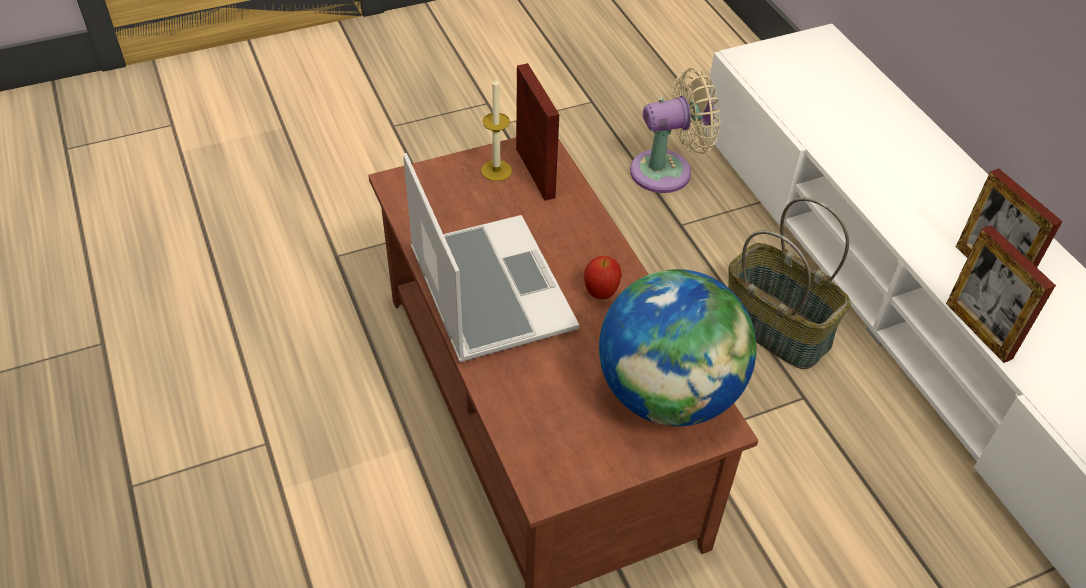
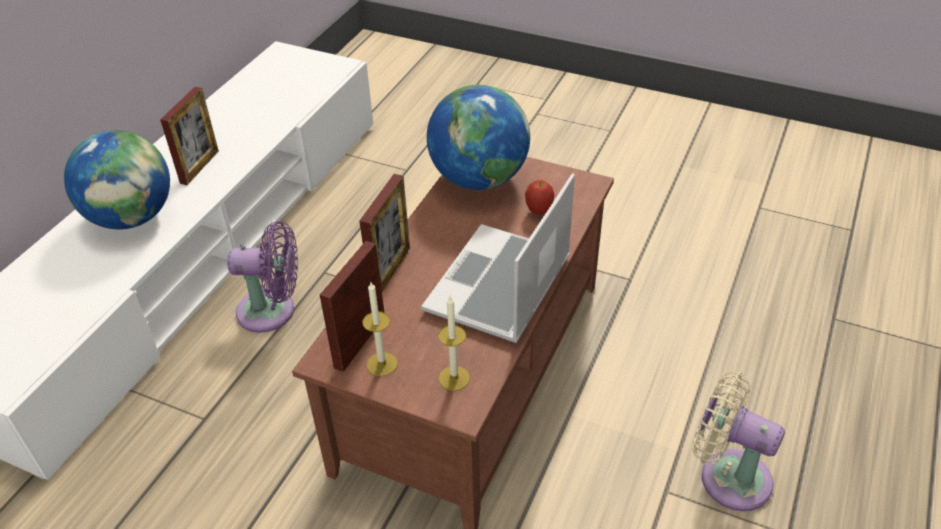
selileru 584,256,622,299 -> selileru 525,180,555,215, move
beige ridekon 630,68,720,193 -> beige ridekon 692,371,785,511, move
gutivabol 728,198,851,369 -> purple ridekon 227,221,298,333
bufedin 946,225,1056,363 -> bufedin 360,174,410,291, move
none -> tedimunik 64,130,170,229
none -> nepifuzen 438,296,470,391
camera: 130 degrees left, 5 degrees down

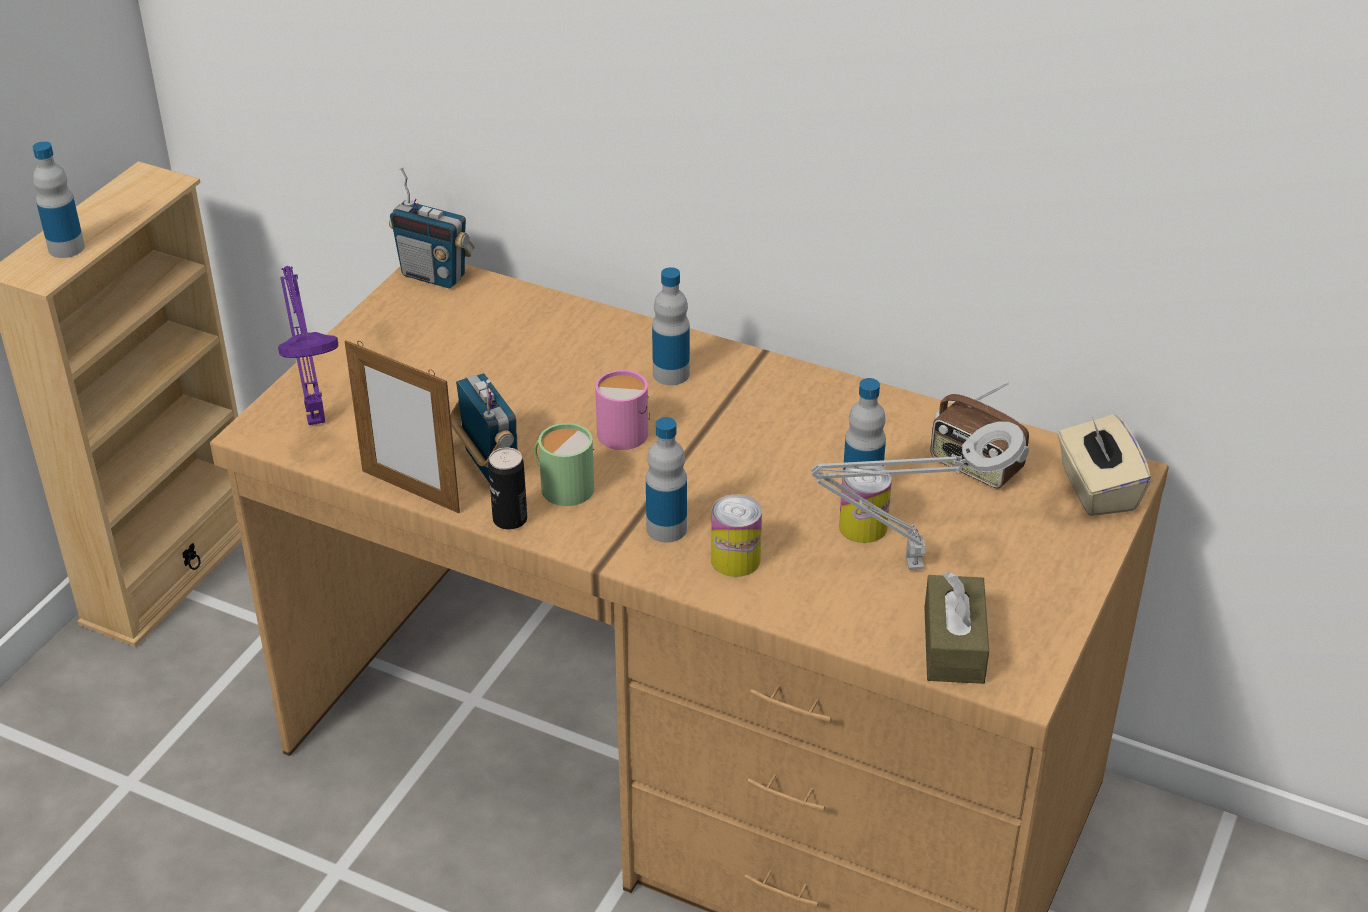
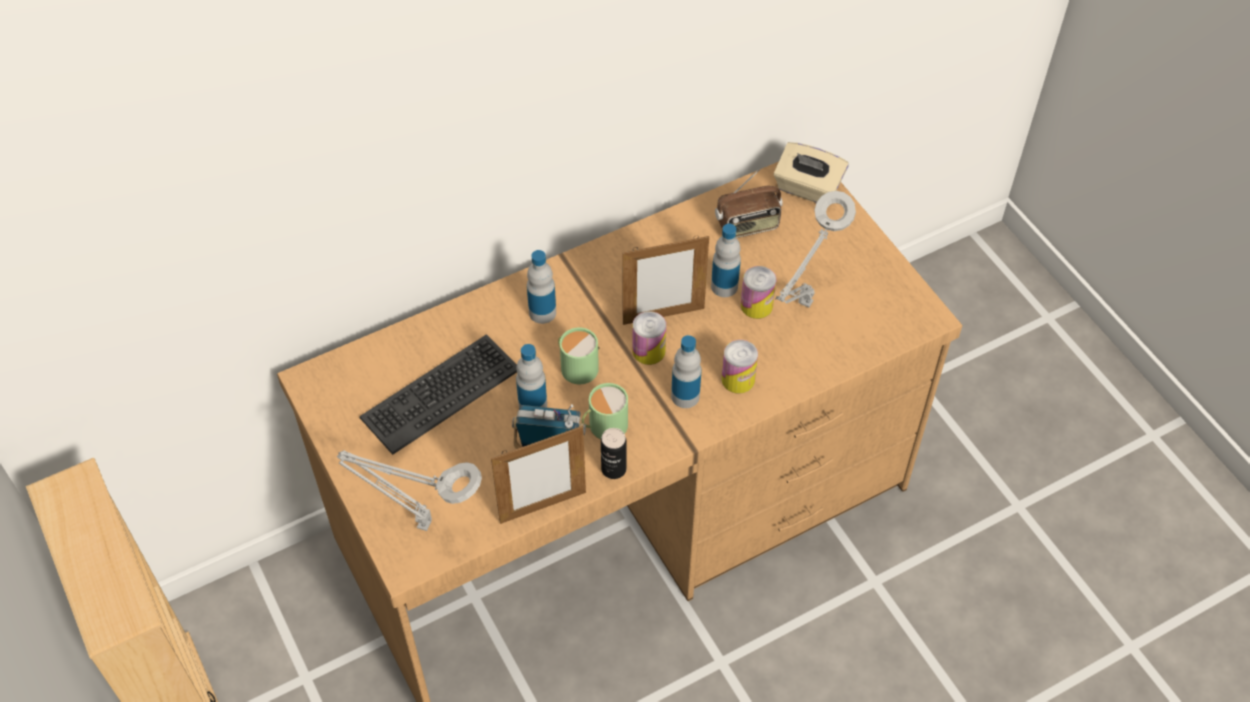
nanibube 33,141,85,258 -> nanibube 516,344,547,408, move
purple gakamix 278,266,339,425 -> grey gakamix 337,450,482,531
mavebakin 389,167,475,288 -> none
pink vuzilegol 595,370,650,450 -> green vuzilegol 558,327,600,385
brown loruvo 924,572,989,684 -> none
none -> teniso 359,334,517,455
none -> bufedin 622,235,709,325
none -> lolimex 632,311,666,365
camera: 55 degrees left, 15 degrees up

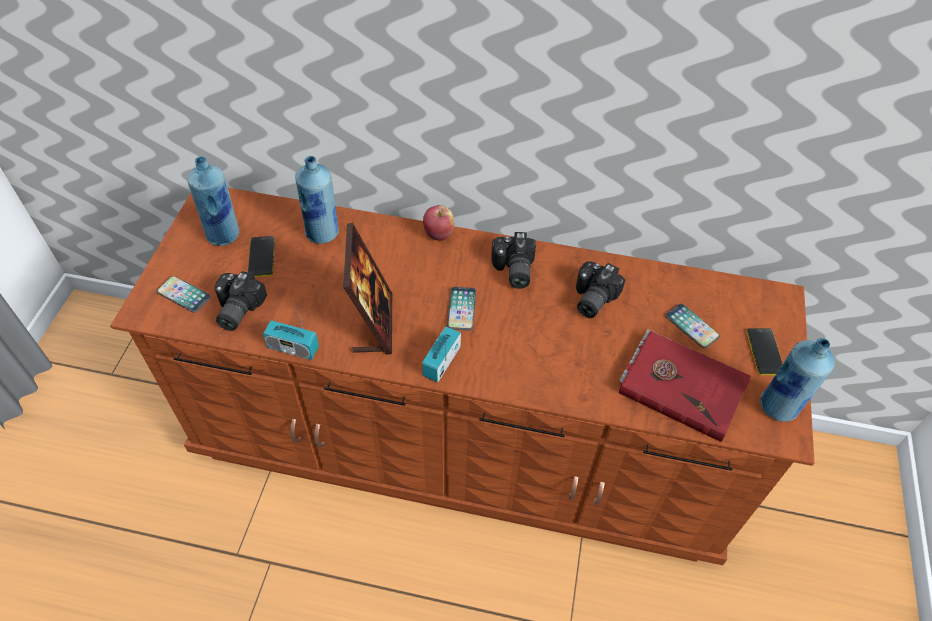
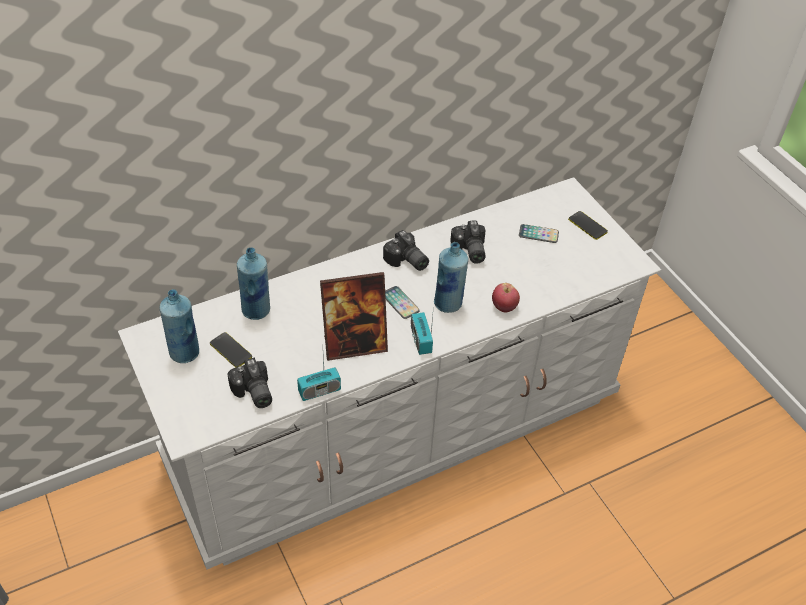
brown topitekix 110,188,815,565 -> white topitekix 118,178,661,570
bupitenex 157,276,211,313 -> none
bufedin 343,223,392,355 -> bufedin 320,272,388,361, 120 degrees clockwise
selileru 423,205,454,241 -> selileru 492,283,520,312, move
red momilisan 619,329,750,442 -> none
blue nanibube 760,338,835,422 -> blue nanibube 434,242,468,313, move
camera: 40 degrees left, 5 degrees down

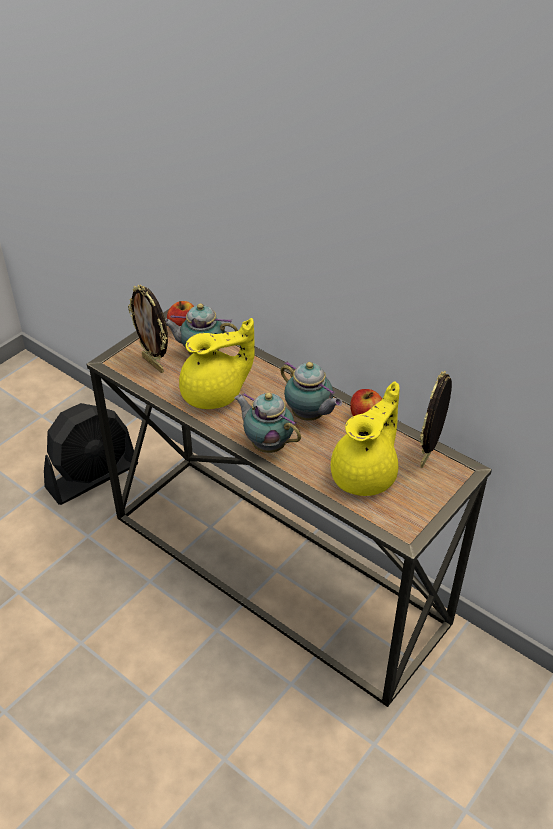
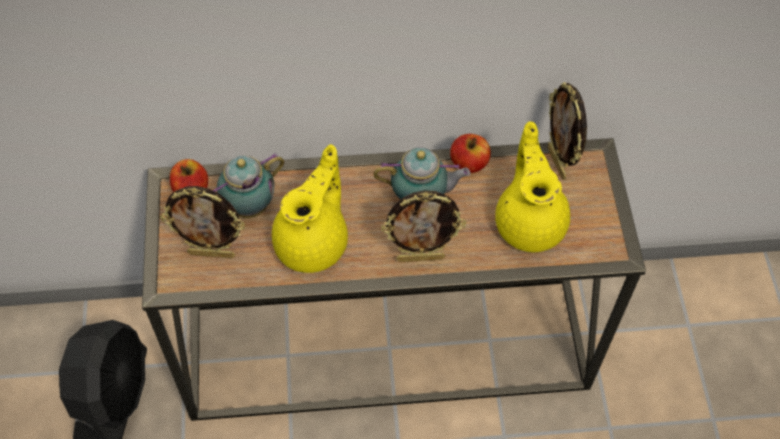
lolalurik 234,392,301,453 -> bufedin 381,190,466,262
camera: 45 degrees left, 15 degrees up

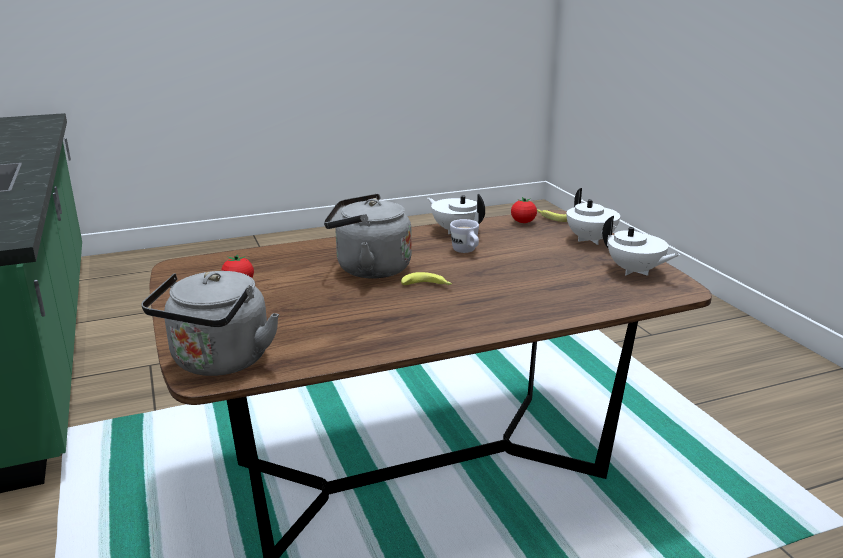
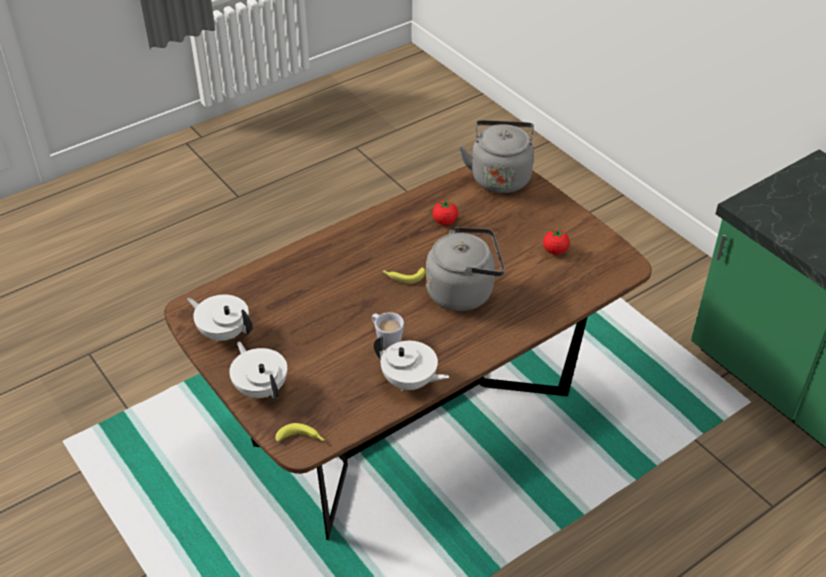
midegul 511,197,537,223 -> midegul 433,199,458,225, move
camera: 165 degrees right, 20 degrees up

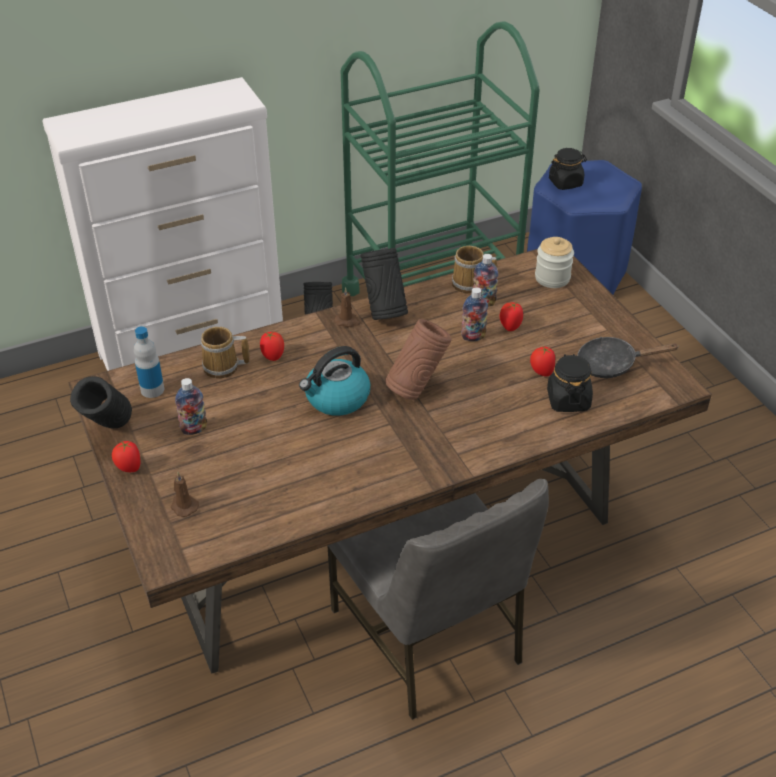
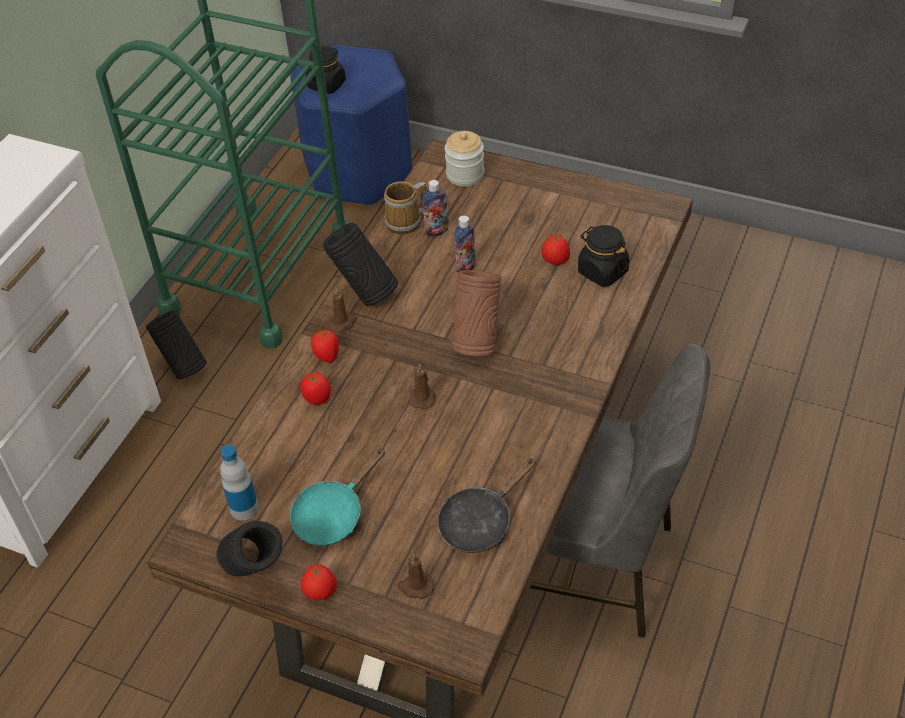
nanibube 175,378,207,435 -> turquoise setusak 290,448,385,546
vuzilegol 201,327,250,379 -> none
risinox 299,346,370,416 -> brown nepifuzen 408,364,436,409
midegul 500,302,523,331 -> midegul 311,330,339,363, move
black setusak 577,337,679,378 -> black setusak 437,458,536,553, move
camera: 40 degrees left, 5 degrees up

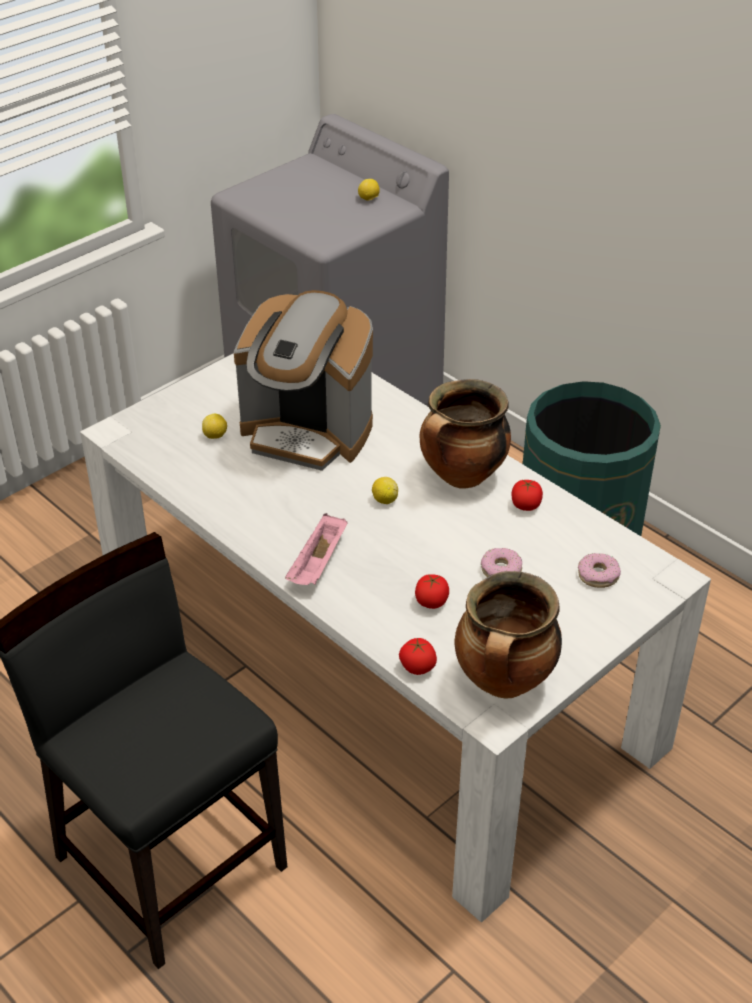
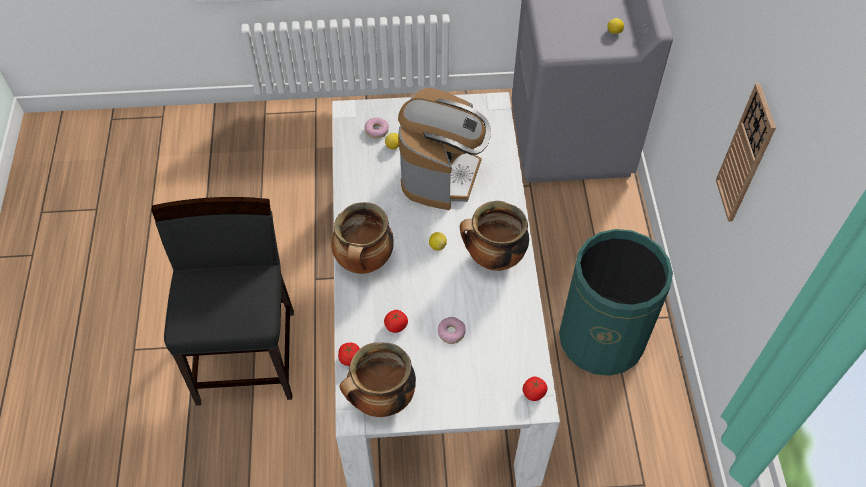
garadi 234,290,373,471 -> garadi 398,88,491,210, 135 degrees counterclockwise
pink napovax 285,513,348,585 -> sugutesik 331,202,394,274
midegul 512,480,543,511 -> midegul 523,377,548,401, move
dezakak 578,553,621,588 -> dezakak 365,117,389,139, move
none -> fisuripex 716,83,776,222
camera: 40 degrees right, 15 degrees up

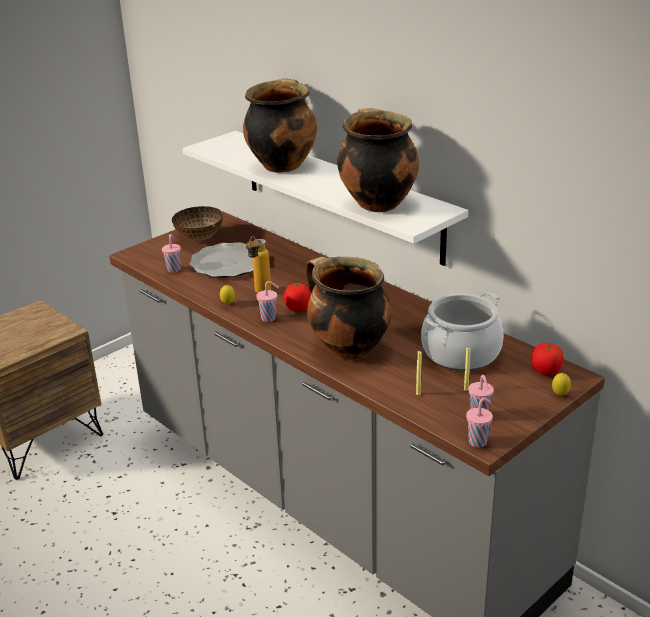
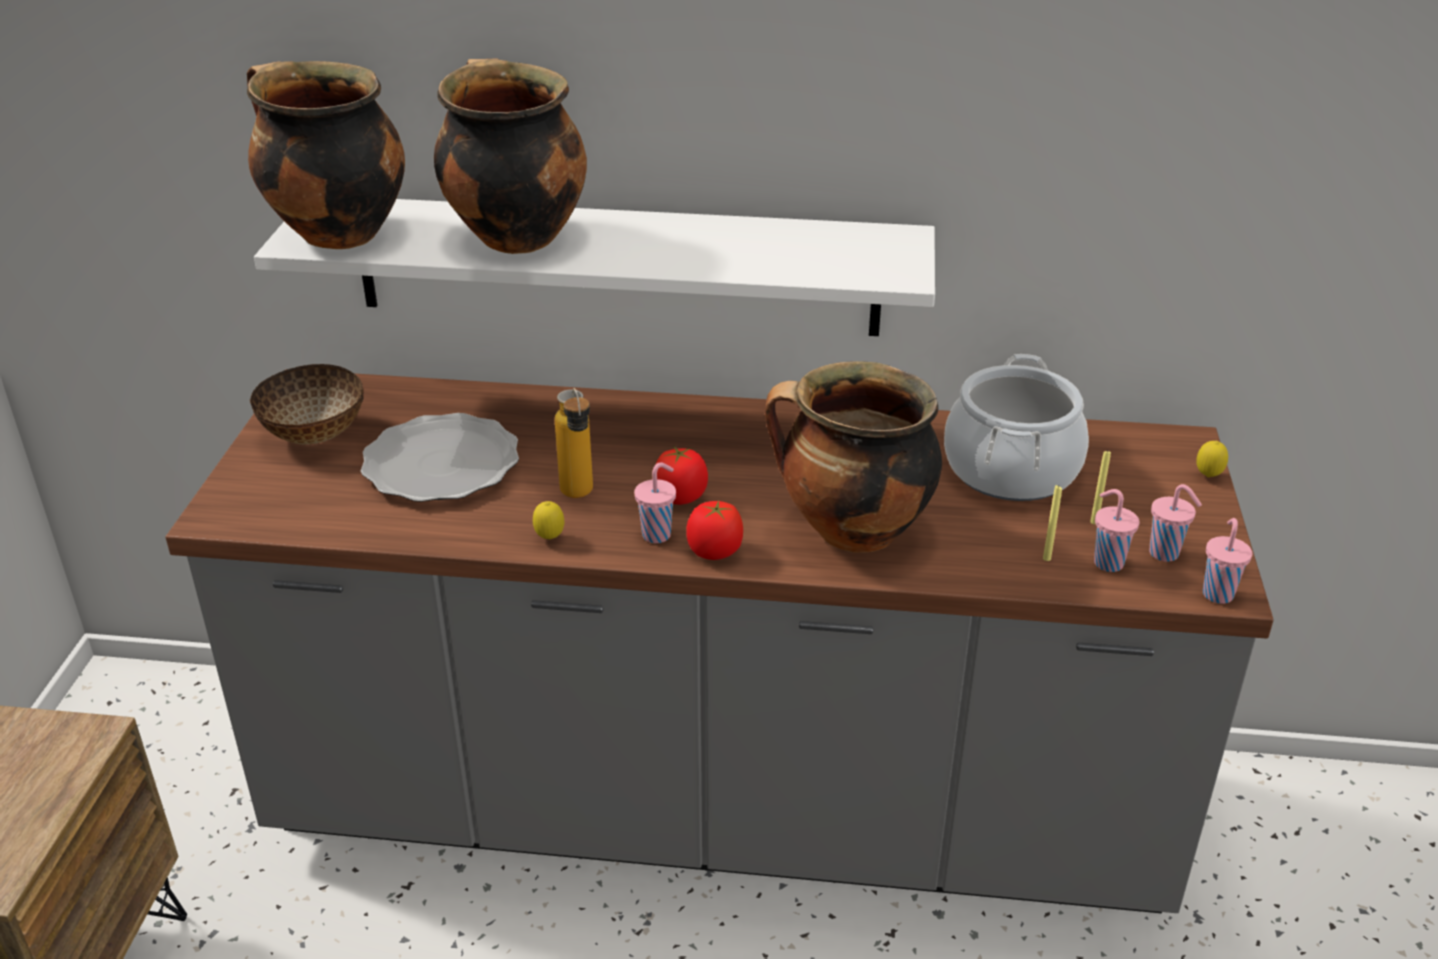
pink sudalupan 162,234,181,273 -> pink sudalupan 1094,489,1140,572, move
sugutesik 337,108,419,212 -> sugutesik 247,61,405,249, move
midegul 531,343,564,376 -> midegul 686,501,743,560, move
camera: 40 degrees left, 5 degrees up

